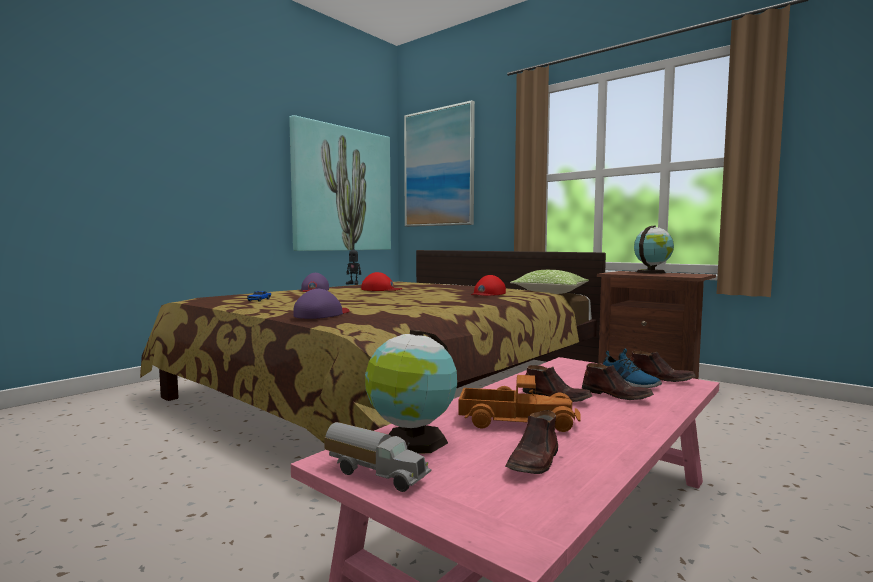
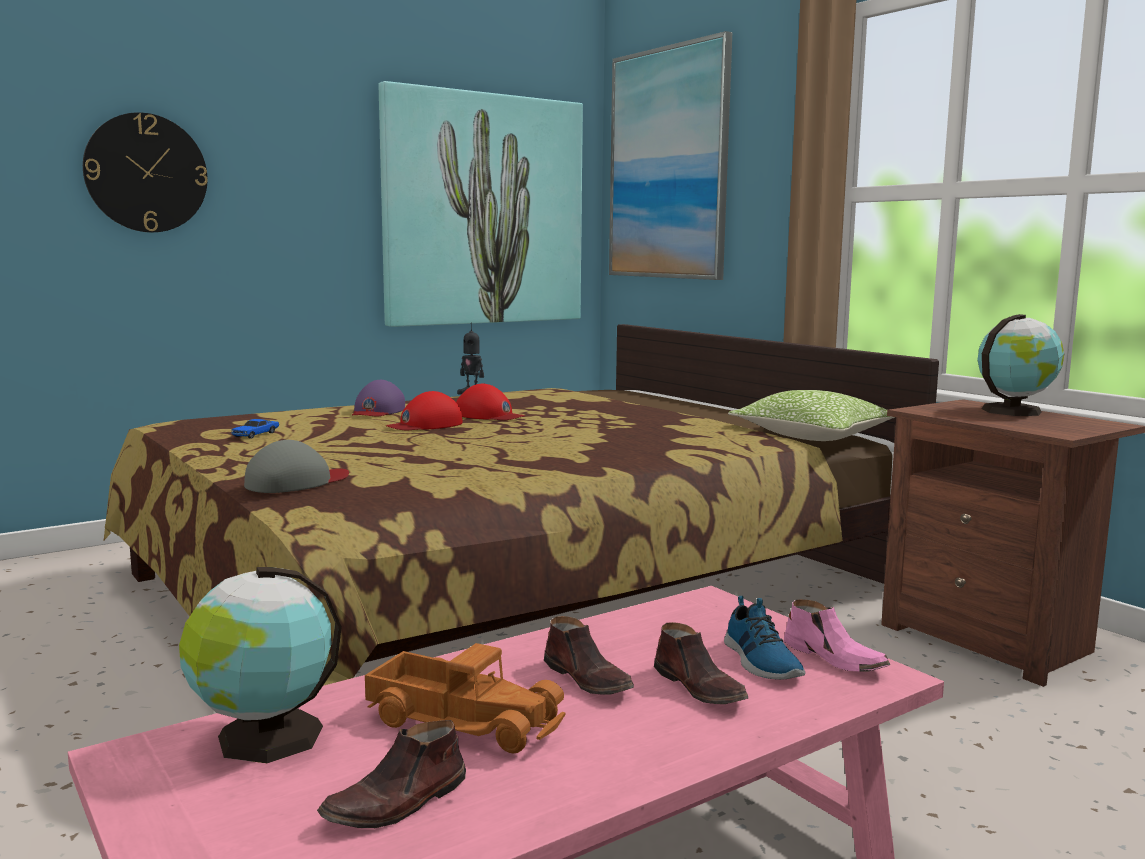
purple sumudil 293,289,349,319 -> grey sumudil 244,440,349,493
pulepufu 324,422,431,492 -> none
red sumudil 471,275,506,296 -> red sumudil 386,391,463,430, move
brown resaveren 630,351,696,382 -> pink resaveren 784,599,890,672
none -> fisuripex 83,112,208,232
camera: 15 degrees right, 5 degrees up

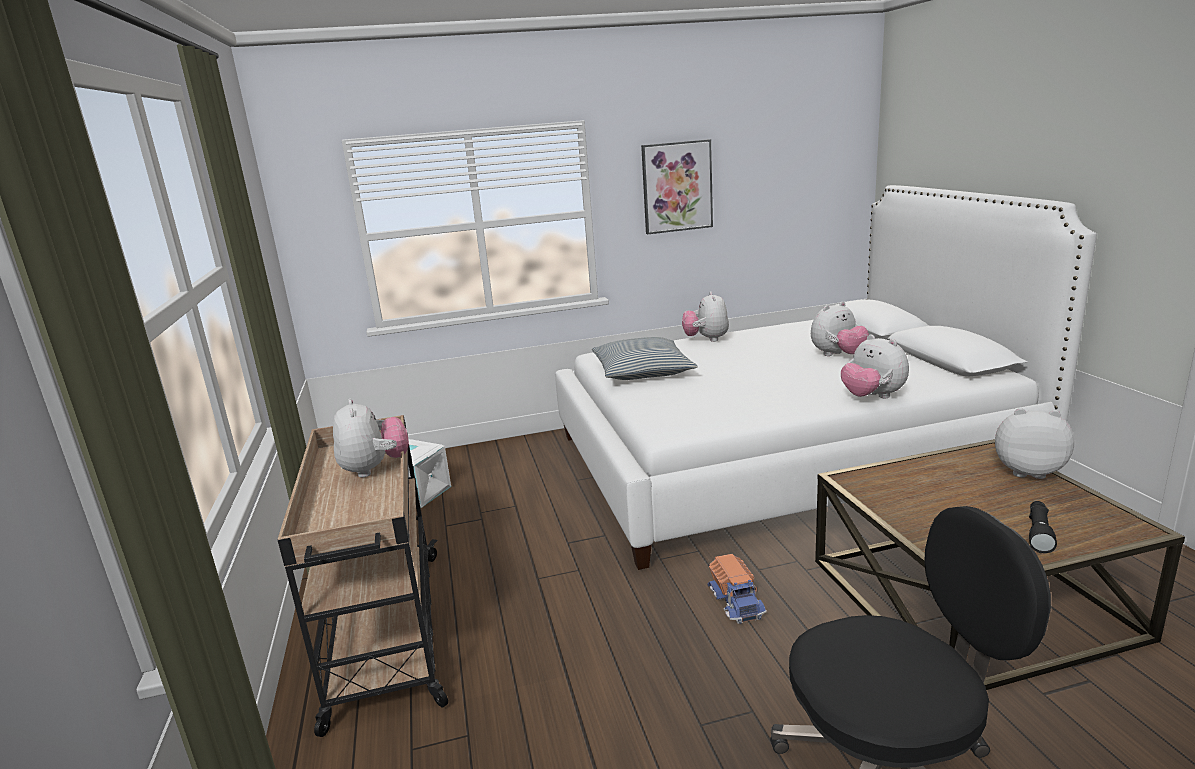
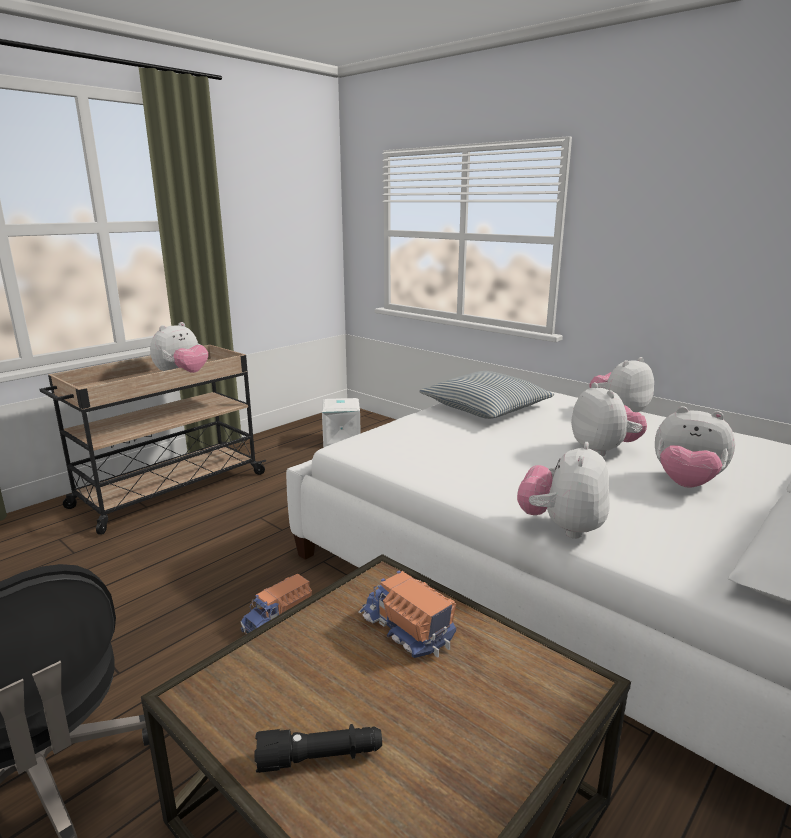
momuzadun 641,139,713,234 -> none
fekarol 995,408,1074,479 -> fekarol 571,382,647,456, move
none -> pulepufu 358,570,456,658
camera: 55 degrees right, 0 degrees up

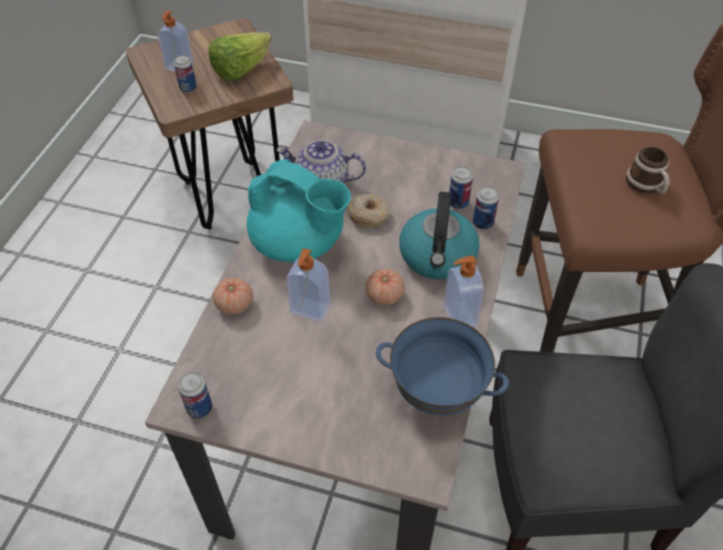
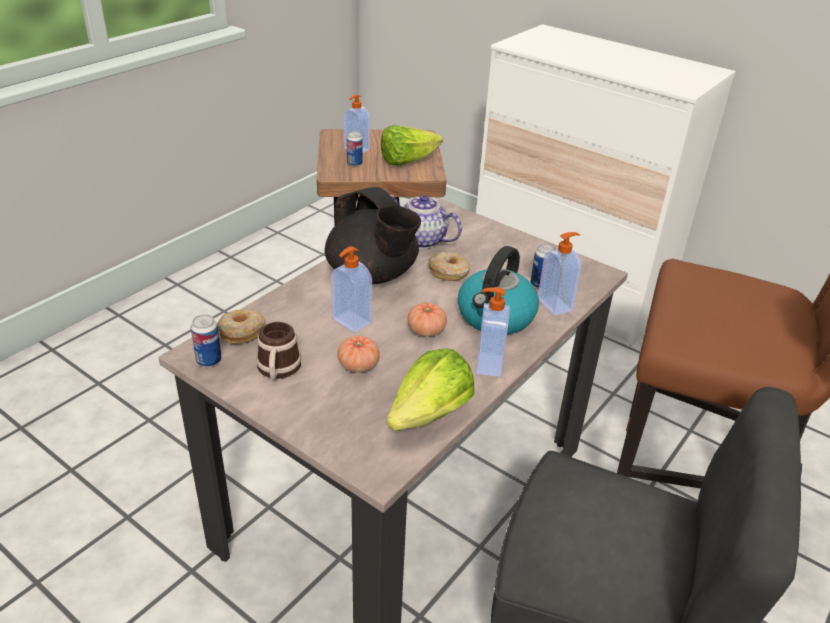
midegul 213,277,253,314 -> midegul 337,336,380,373, move
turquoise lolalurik 247,159,351,263 -> black lolalurik 325,187,421,284
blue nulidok 376,317,509,416 -> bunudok 386,348,474,431
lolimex 473,186,499,230 -> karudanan 538,232,581,316
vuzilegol 626,147,669,194 -> vuzilegol 256,322,301,379, move
none -> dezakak 217,309,265,344
camera: 20 degrees right, 15 degrees down

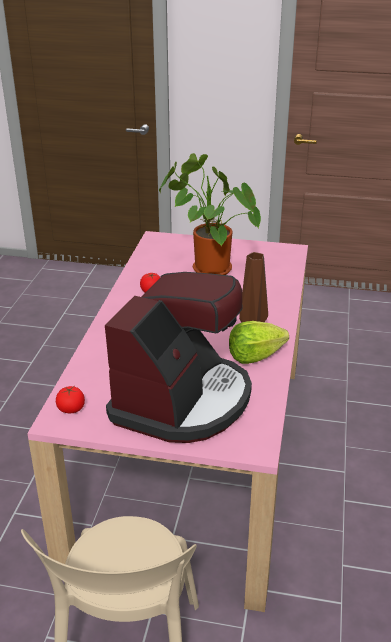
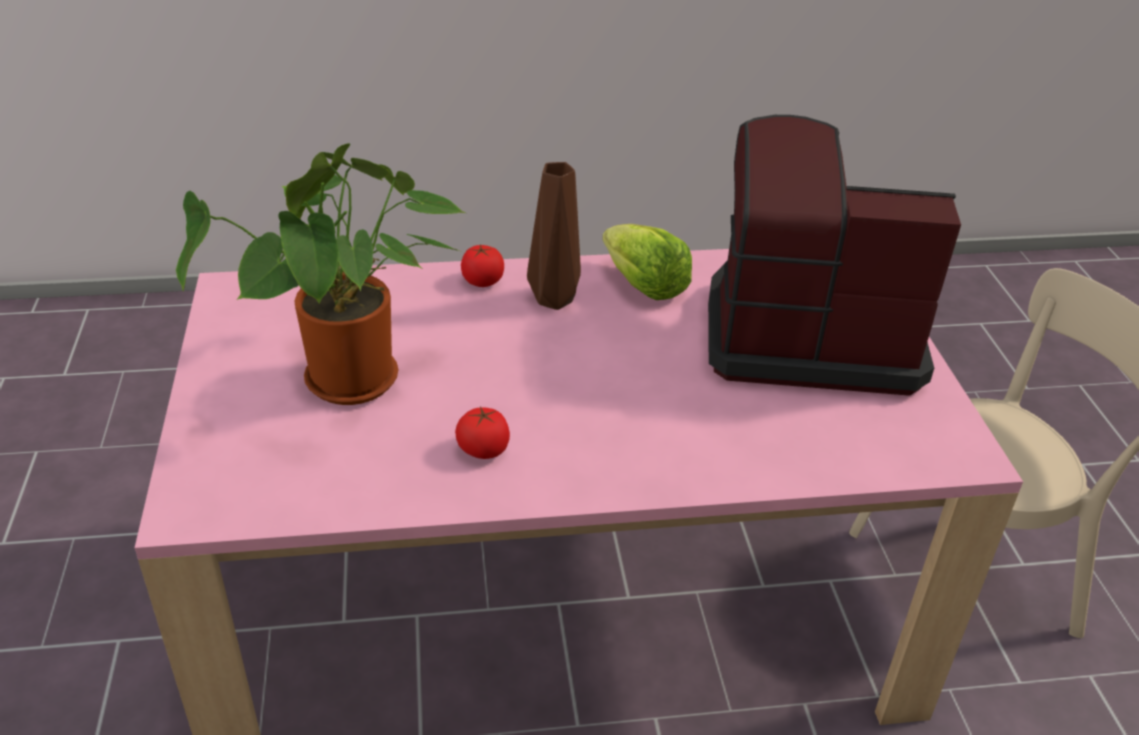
midegul 56,386,85,413 -> midegul 461,244,504,287, move
camera: 110 degrees left, 5 degrees up

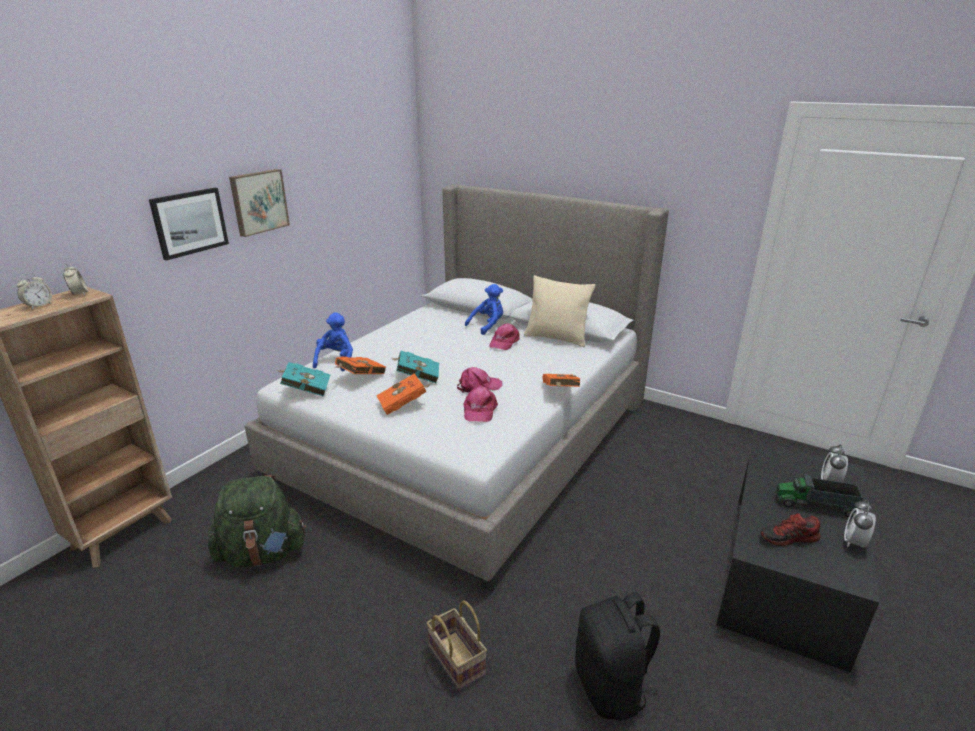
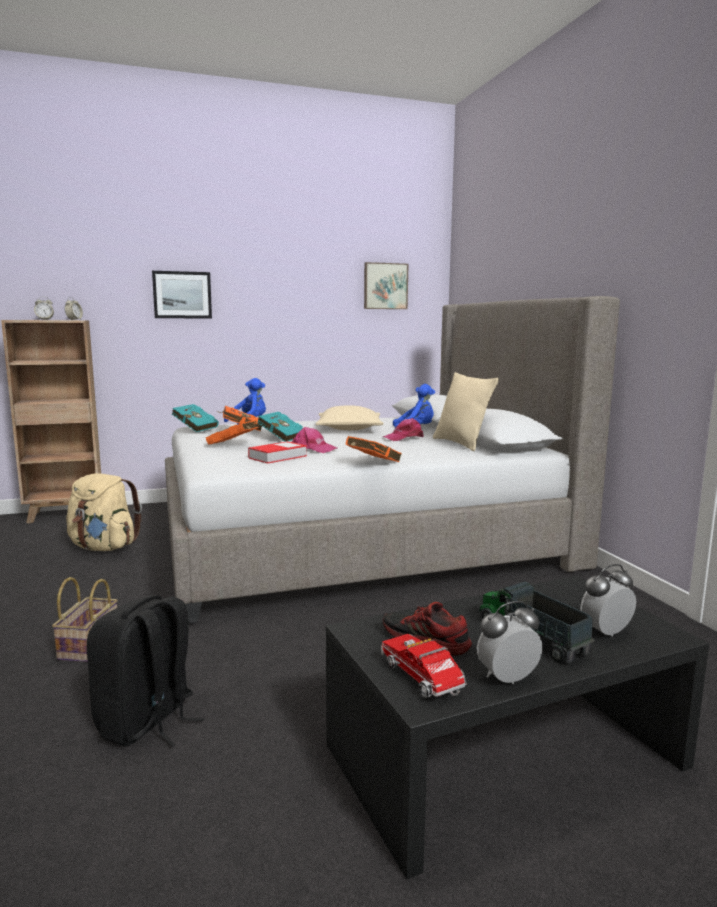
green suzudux 208,475,306,567 -> beige suzudux 66,473,142,551
momuzadun 229,169,290,237 -> momuzadun 364,262,408,309, move
pink sumudil 463,386,498,422 -> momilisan 248,441,307,463
none -> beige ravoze 316,405,384,430
none -> pulepufu 381,634,467,698
camera: 40 degrees right, 15 degrees down

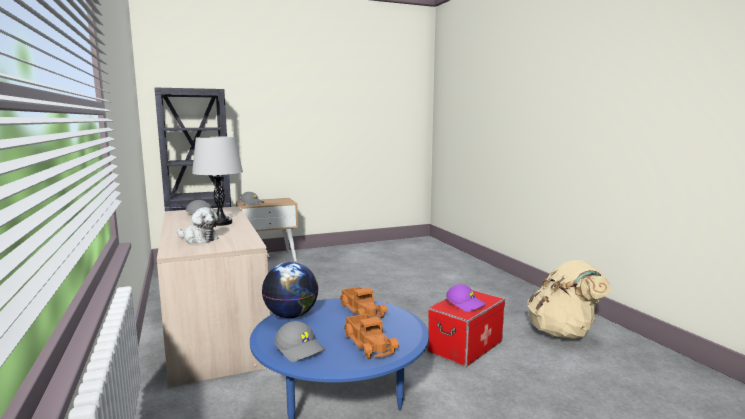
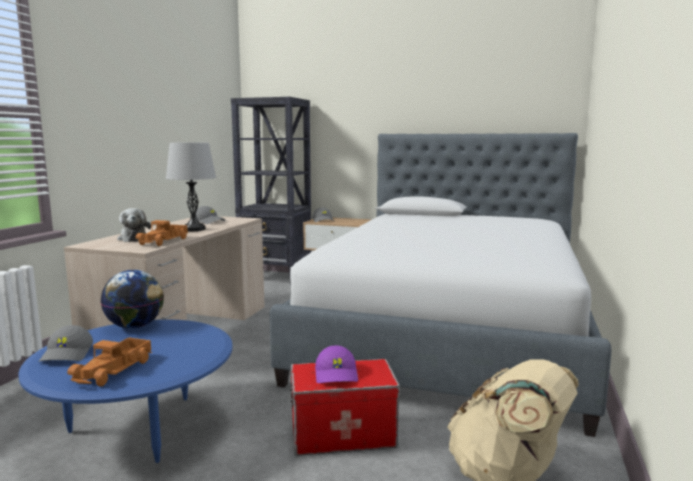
pulepufu 340,287,388,318 -> pulepufu 136,220,188,246, move
none -> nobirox 270,133,612,437
camera: 40 degrees right, 0 degrees up

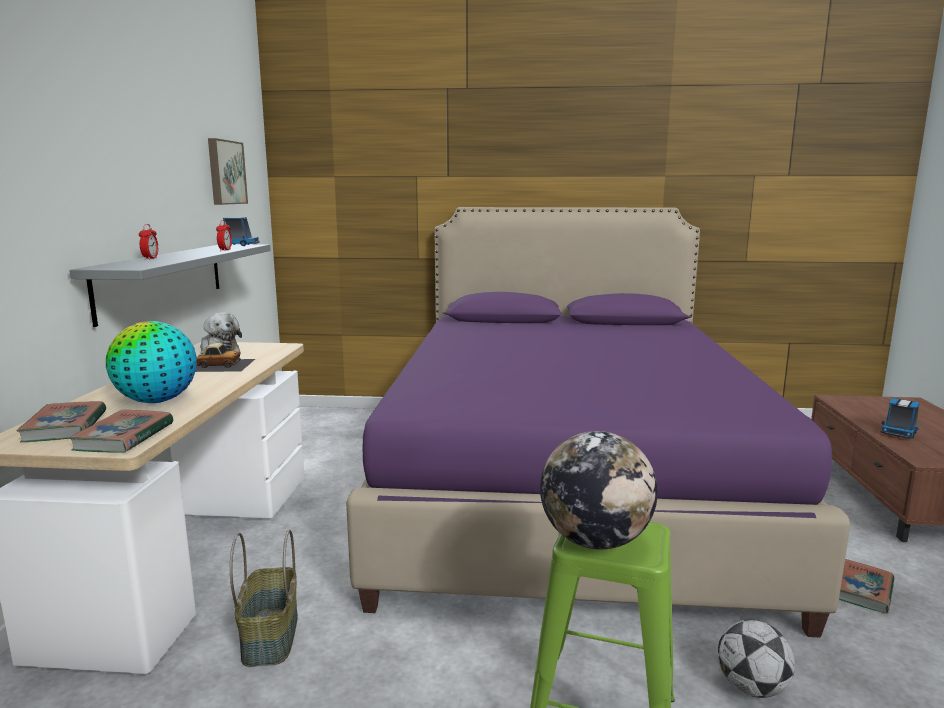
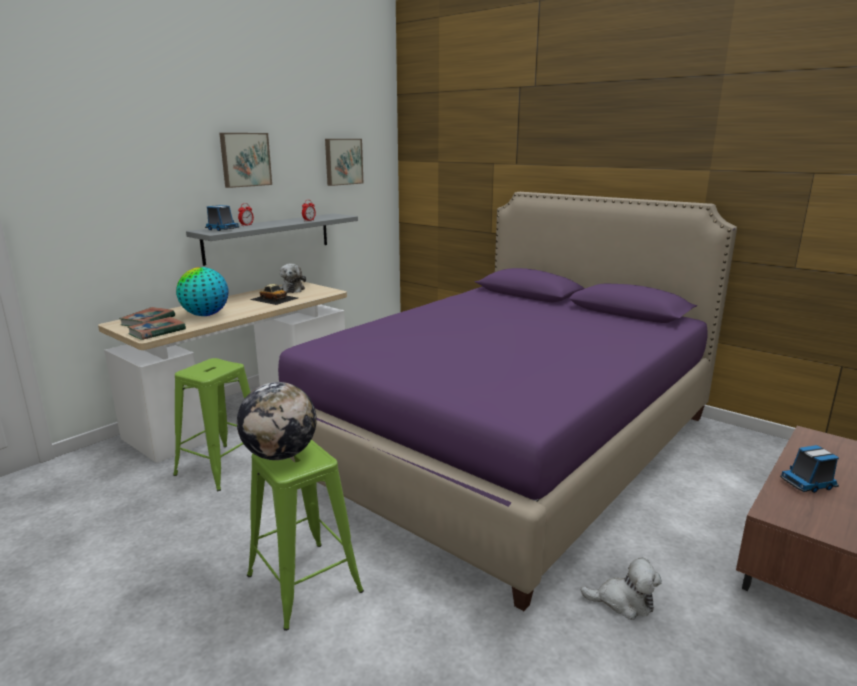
pulepufu 223,217,260,246 -> pulepufu 205,205,239,231, move
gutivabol 230,530,298,667 -> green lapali 173,358,250,491
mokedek 718,620,795,698 -> none
momilisan 839,559,894,614 -> fekarol 581,558,662,620
none -> momuzadun 219,133,272,188
camera: 35 degrees right, 5 degrees up

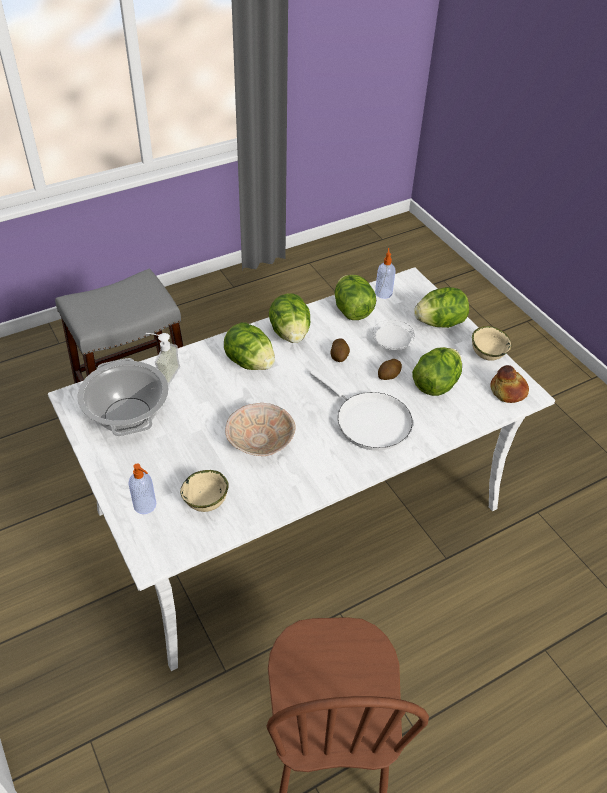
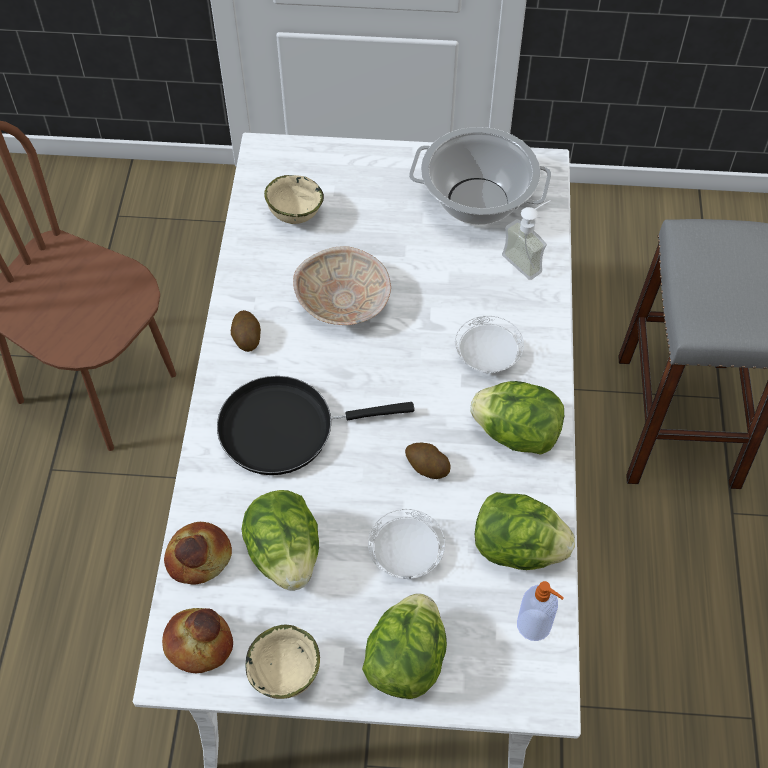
karudanan 128,464,156,514 -> none
bunudok 224,322,275,370 -> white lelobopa 455,316,524,373
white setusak 310,370,413,451 -> black setusak 217,376,414,475
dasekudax 378,359,402,380 -> dasekudax 231,310,261,352, move
none -> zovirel 164,522,232,585
camera: 125 degrees right, 10 degrees up

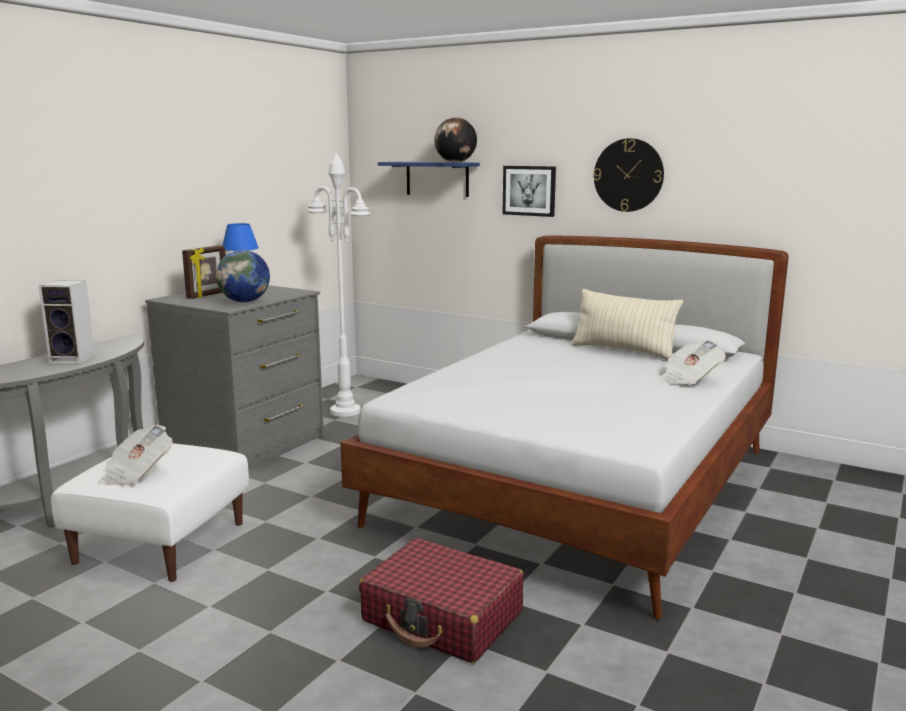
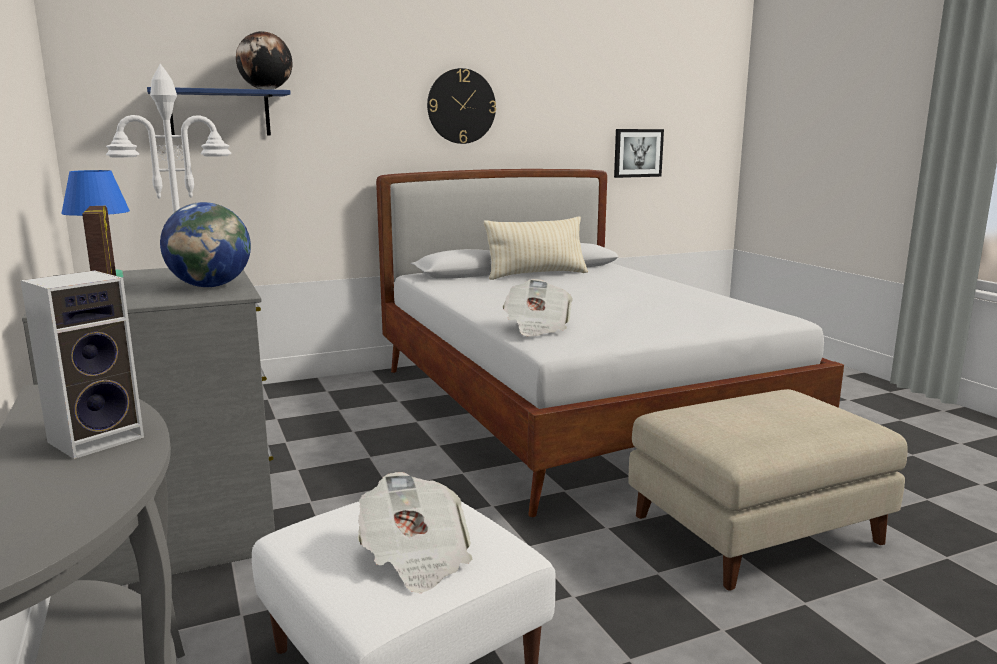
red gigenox 359,538,524,663 -> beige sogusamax 629,389,908,591
momuzadun 503,166,556,217 -> momuzadun 614,129,664,178, move
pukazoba 660,340,726,385 -> pukazoba 503,279,573,337, move
camera: 55 degrees left, 0 degrees up

